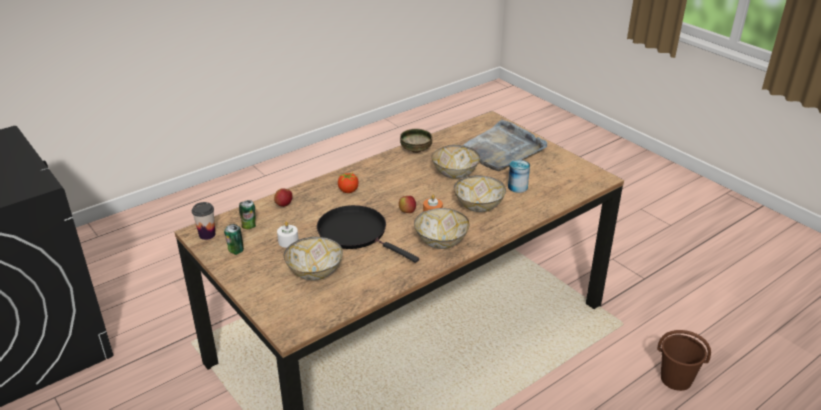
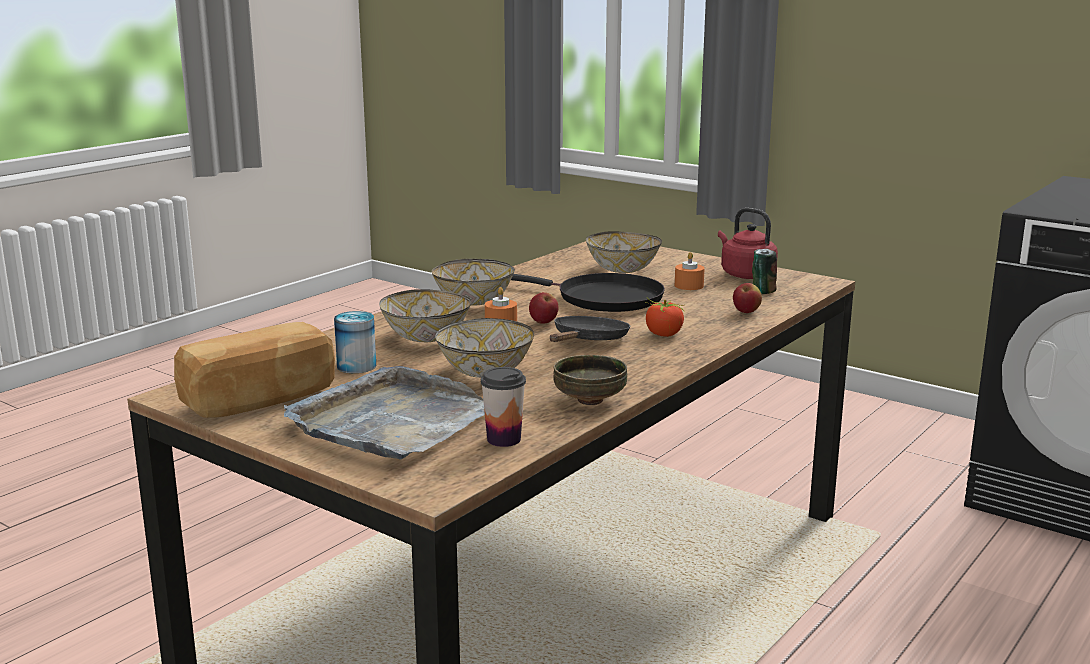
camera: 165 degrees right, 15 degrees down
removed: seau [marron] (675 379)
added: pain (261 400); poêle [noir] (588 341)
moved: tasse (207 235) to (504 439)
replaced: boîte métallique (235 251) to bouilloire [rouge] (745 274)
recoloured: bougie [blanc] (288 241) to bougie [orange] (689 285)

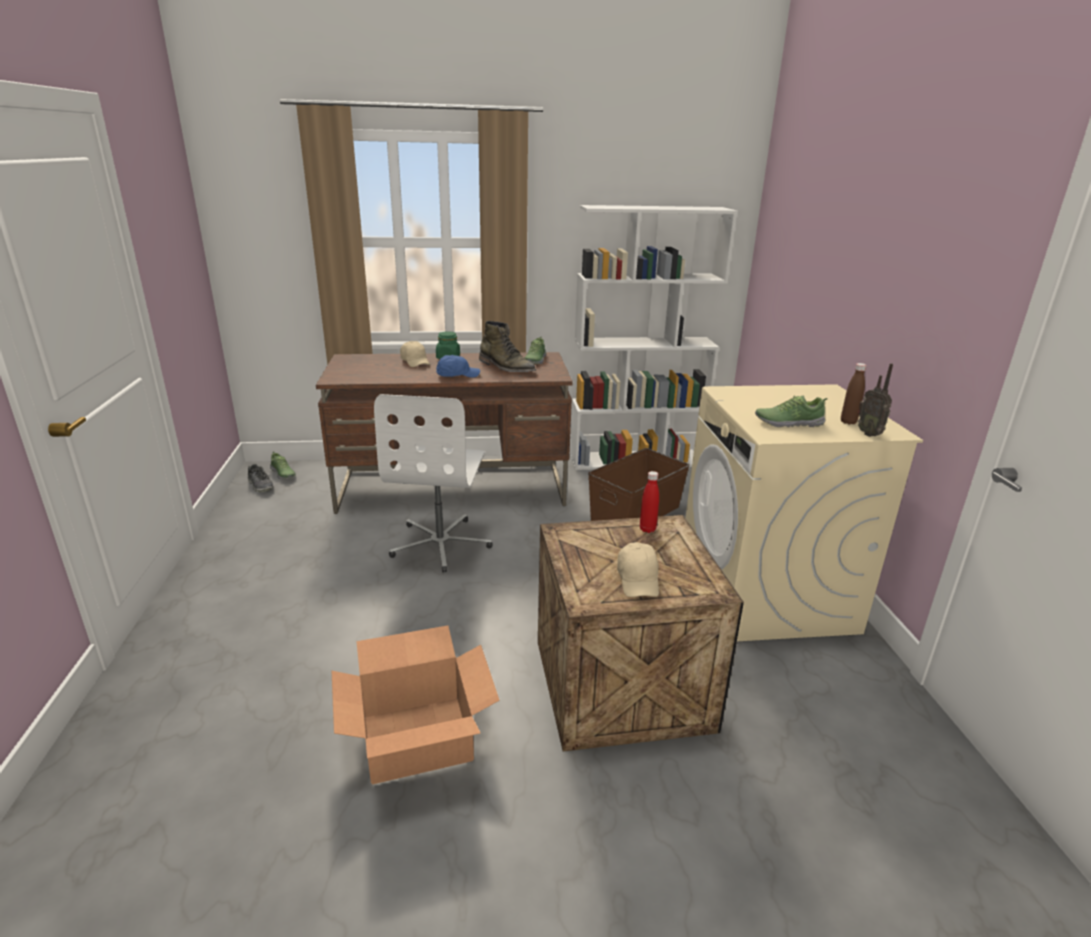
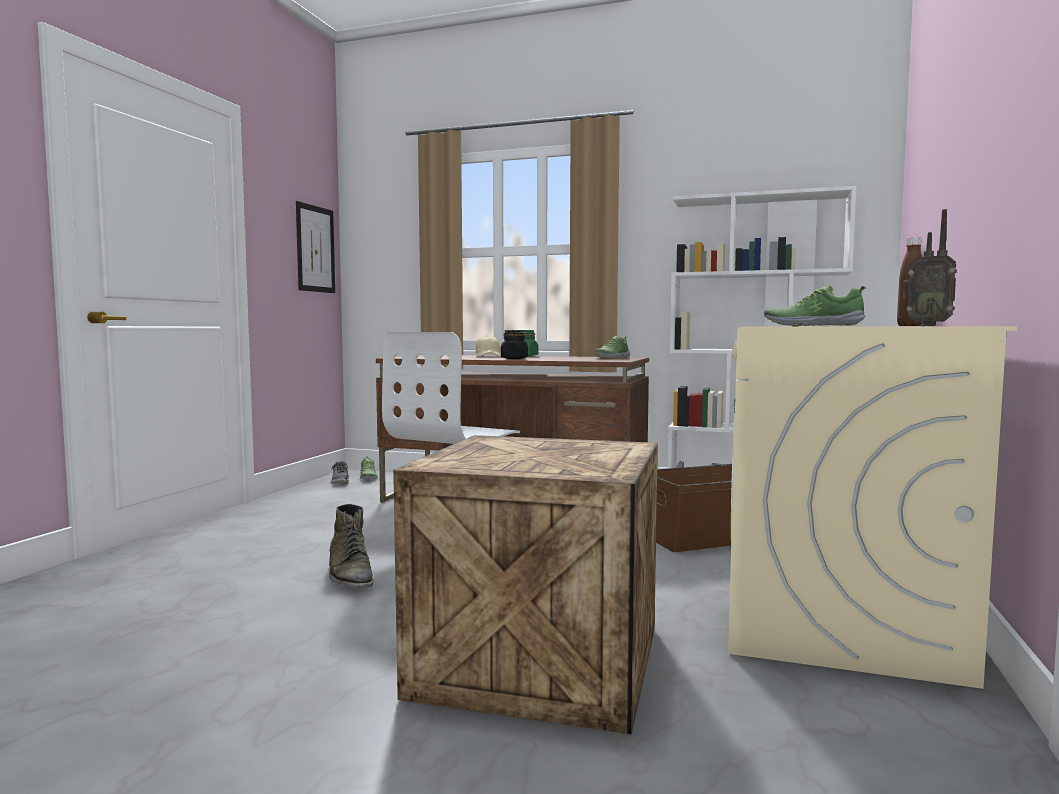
camera: 25 degrees right, 20 degrees down
removed: carton (416 737); casquette [beige] (638 580); bouteille [rouge] (647 529)
added: tableau (315 249)
moved: botte [vert] (506 368) to (350 575)
replaced: casquette [bleu] (457 375) to bocal [noir] (514 358)
turned: radio (869 434) = (927 325) 45 degrees counterclockwise

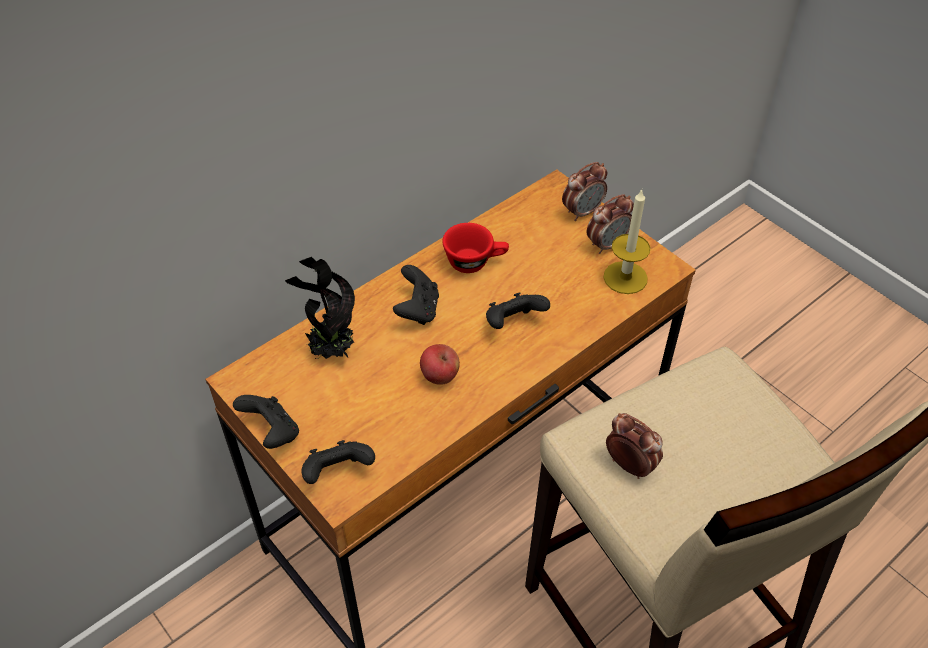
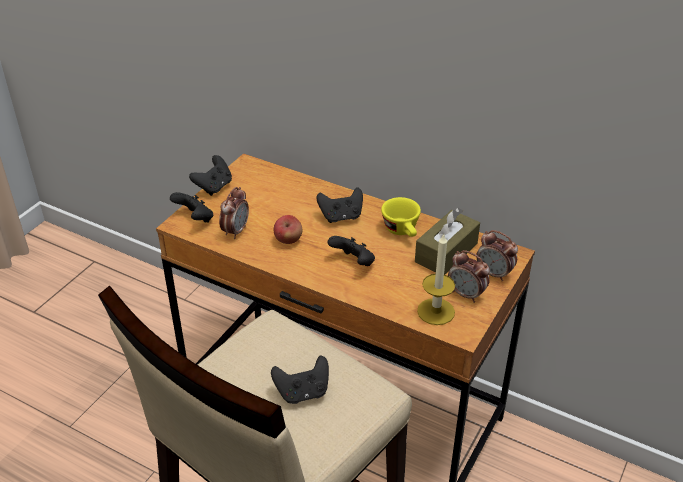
camera: 70 degrees right, 10 degrees down
removed: plante en pot (330 352)
added: manette [noir] (302 392); boîte à mouchoirs [marron] (446 253)
moved: réveil (629 465) to (235 231)
recoloured: tasse [rouge] (475 261) to tasse [jaune] (403 231)

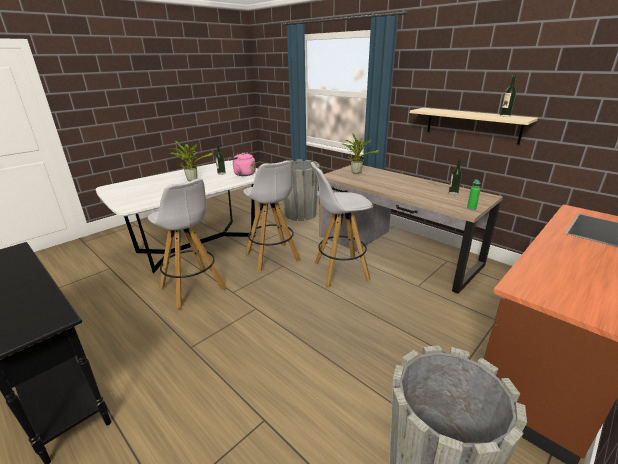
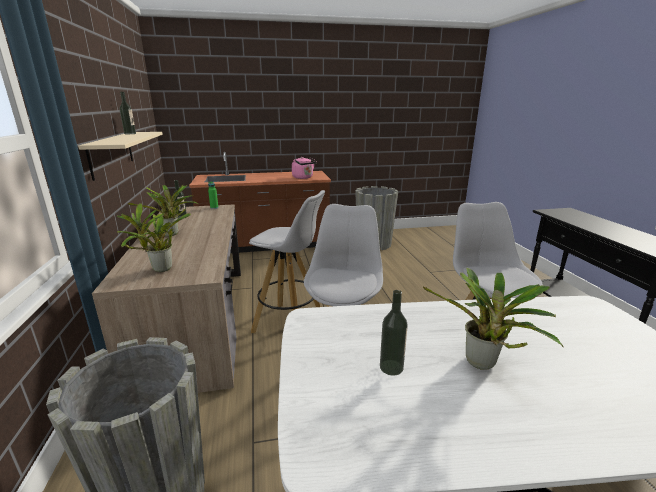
camera: 145 degrees left, 5 degrees down
added: plante en pot (172 234)
moved: bouilloire [rose] (243 174) to (303 178)

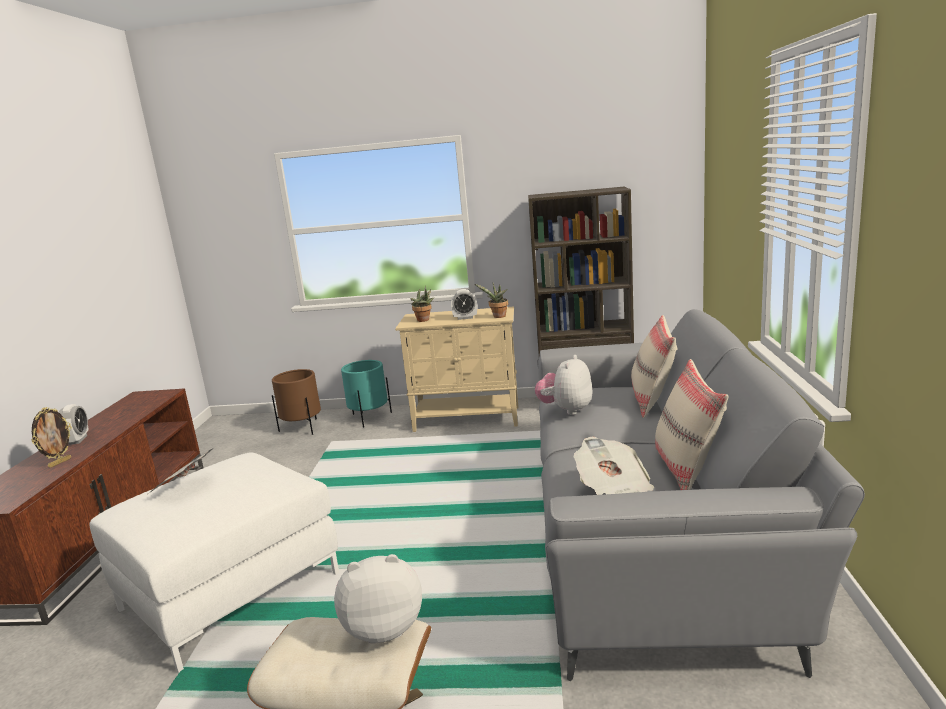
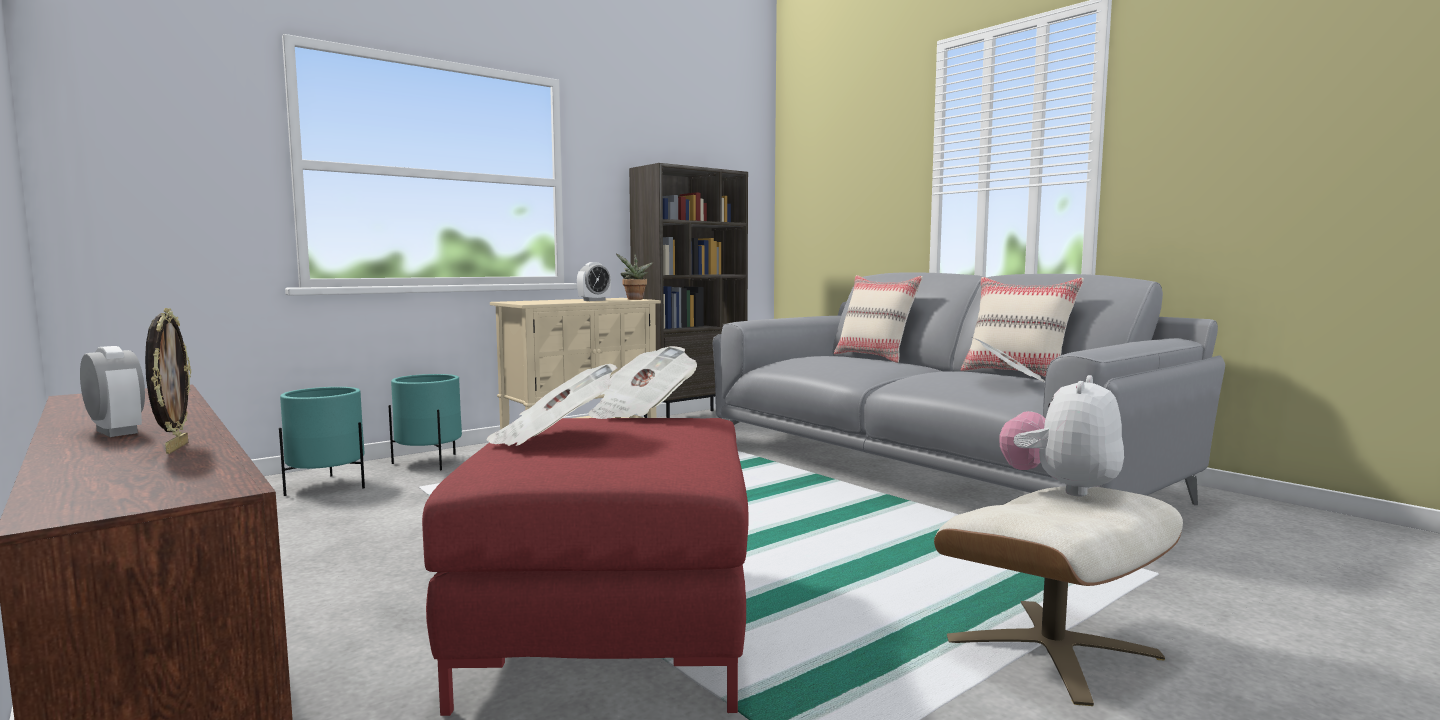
camera: 45 degrees left, 10 degrees down
removed: plante en pot (424 320); peluche (566 410)
added: journal (641 411)
recoloured: cache-pot [marron] (302 428) to cache-pot [turquoise] (327 486); pouf [blanc] (231 590) to pouf [rouge] (611 627)

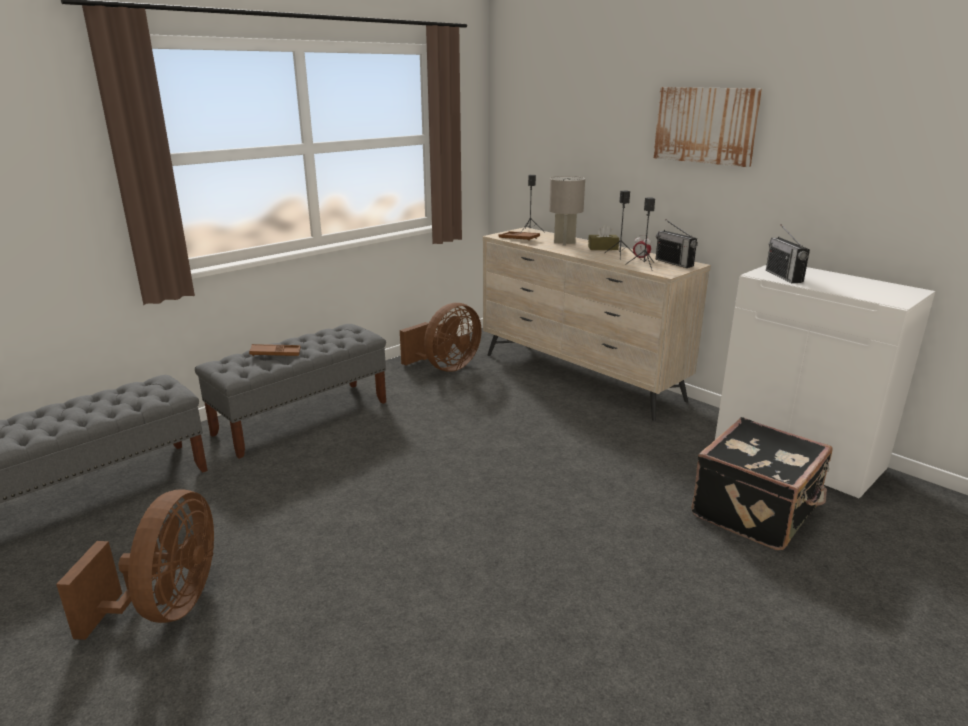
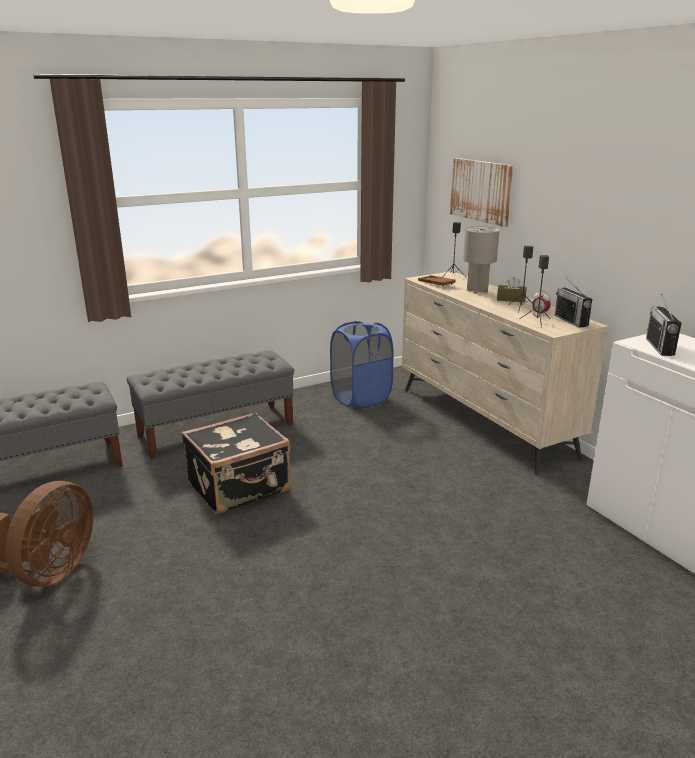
camera: 15 degrees right, 0 degrees up
removed: plateau [marron] (275 354)
moved: valise [noir] (757 512) to (240 487); tableau (705 125) to (481 191)
replaced: ventilateur [marron] (445 367) to panier à linge [bleu] (361 398)

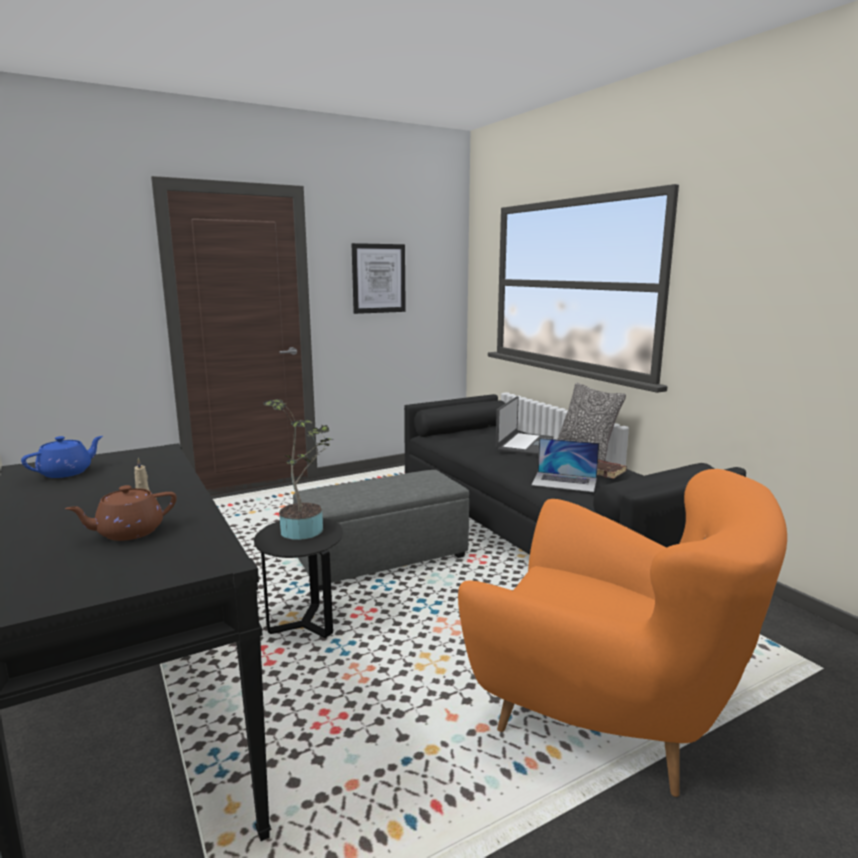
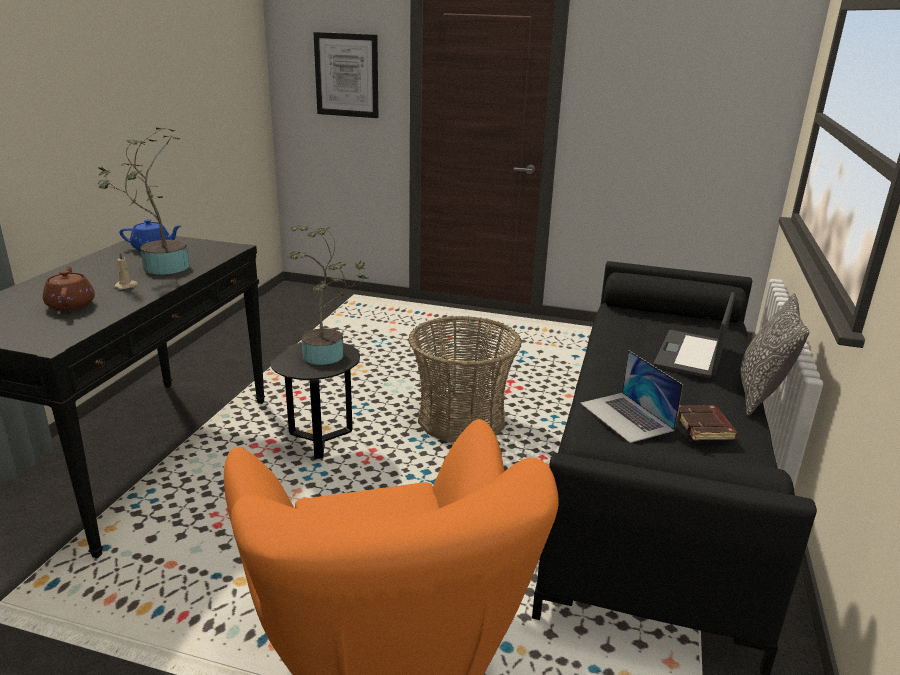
camera: 45 degrees right, 10 degrees up
added: plante en pot (160 267)
moved: tableau (378 278) to (347 75)
replaced: pouf [gris] (384 559) to panier (461 420)
turned: théière [marron] (128 532) = (71 304) 60 degrees clockwise; ordinateur portable (524 444) = (691 355) 135 degrees clockwise

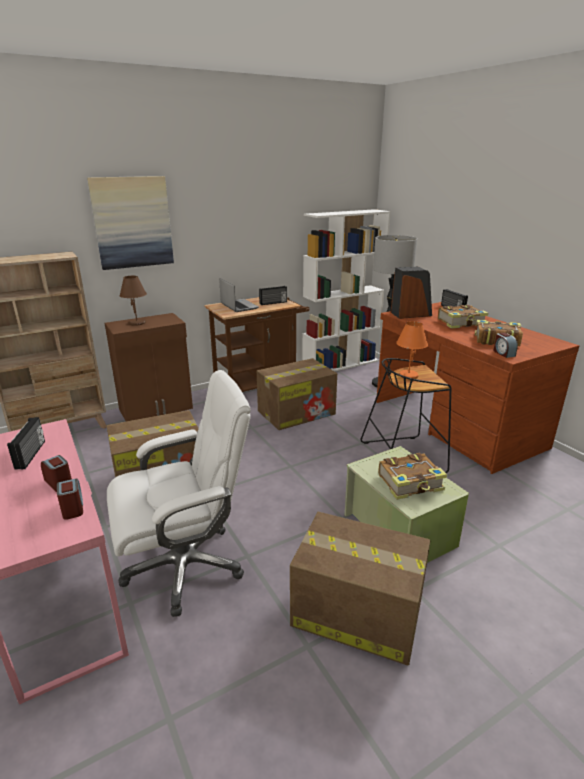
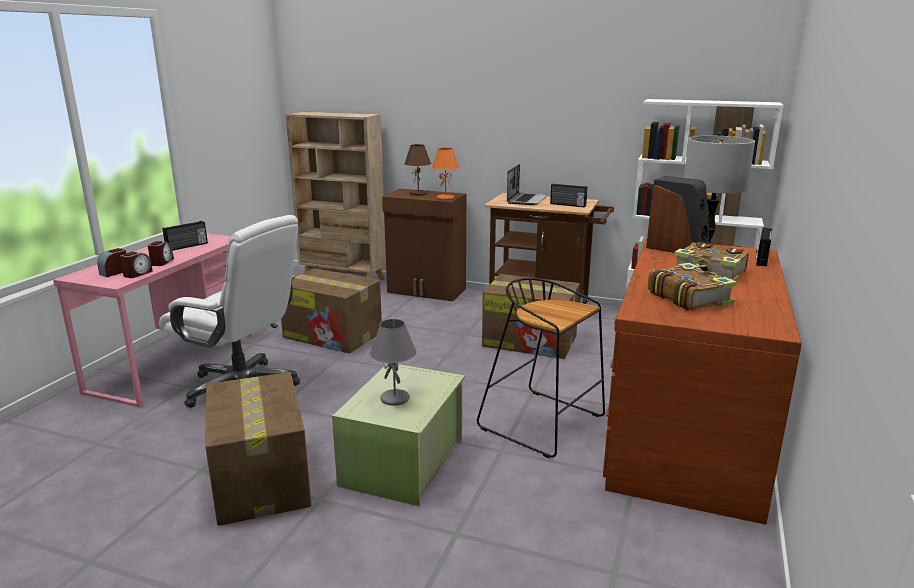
camera: 50 degrees right, 5 degrees down
removed: tableau (132 222)
moved: réveil (503 353) to (115 272); lampe de table [orange] (408 375) to (445 198)
replaced: livre (411 483) to lampe de table [gris] (395 399)

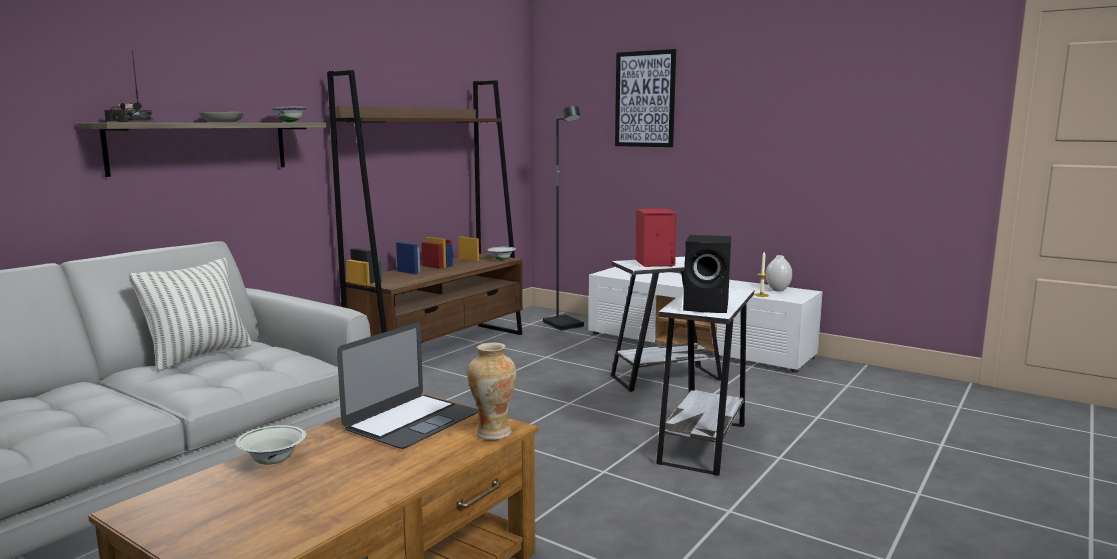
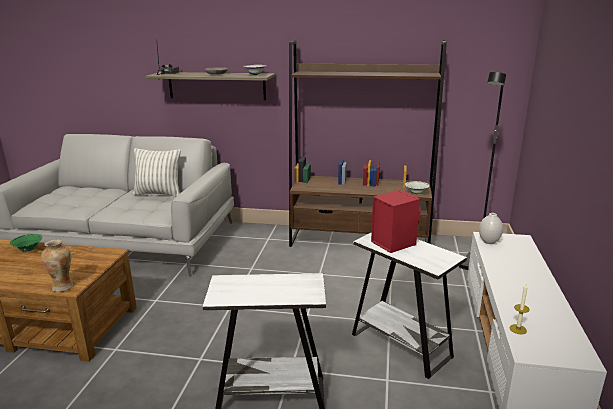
camera: 65 degrees right, 10 degrees up
removed: ordinateur portable (412 421); tableau (645 99); enceinte [noir] (708 307)
moved: vase [blanc] (778 290) to (489 242)
recoloured: bol [blanc] (273 461) to bol [vert] (28 250)

